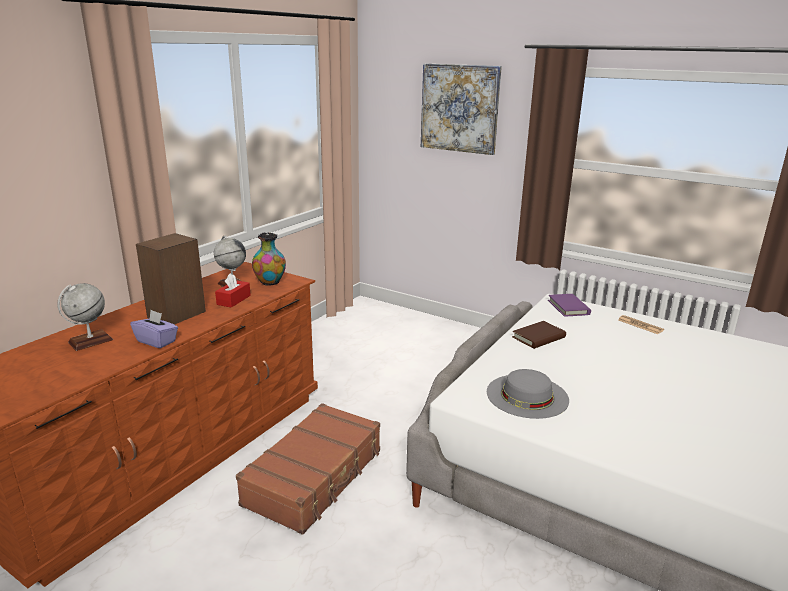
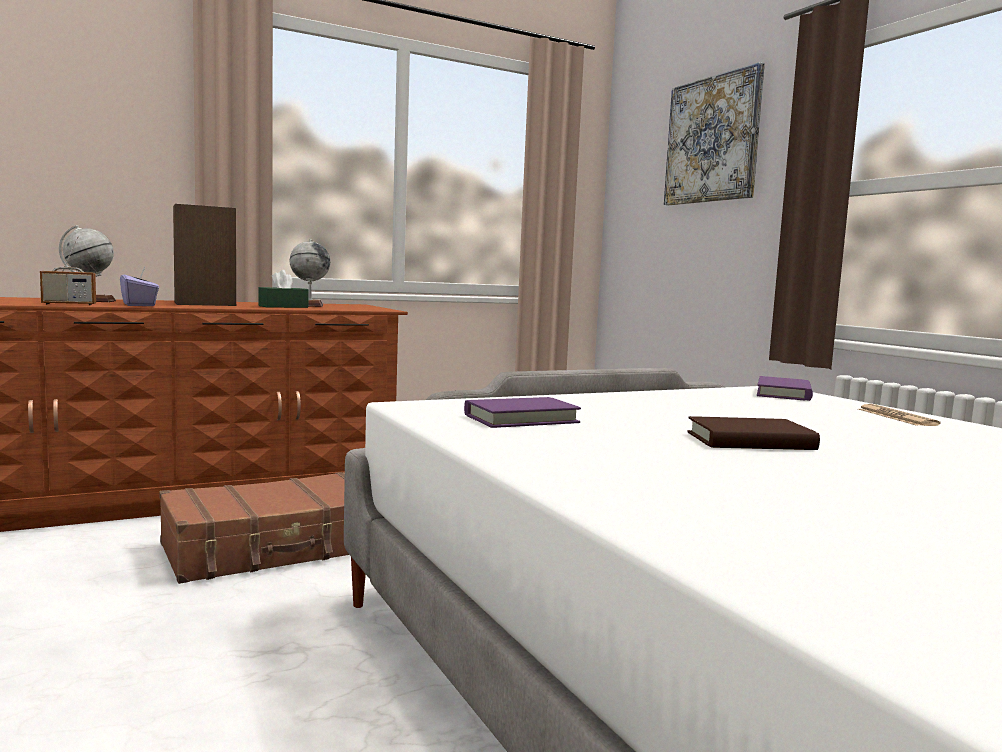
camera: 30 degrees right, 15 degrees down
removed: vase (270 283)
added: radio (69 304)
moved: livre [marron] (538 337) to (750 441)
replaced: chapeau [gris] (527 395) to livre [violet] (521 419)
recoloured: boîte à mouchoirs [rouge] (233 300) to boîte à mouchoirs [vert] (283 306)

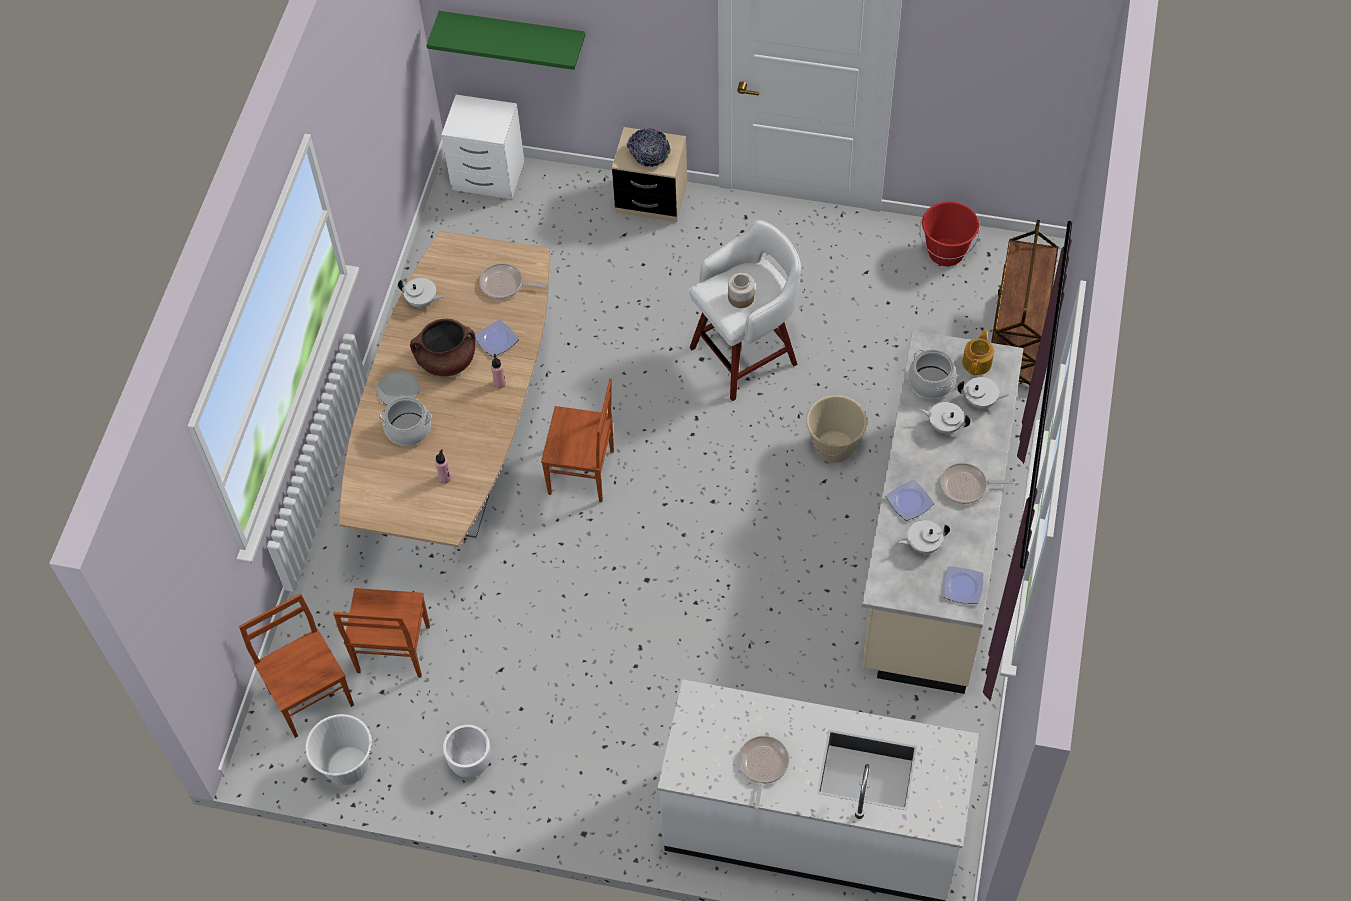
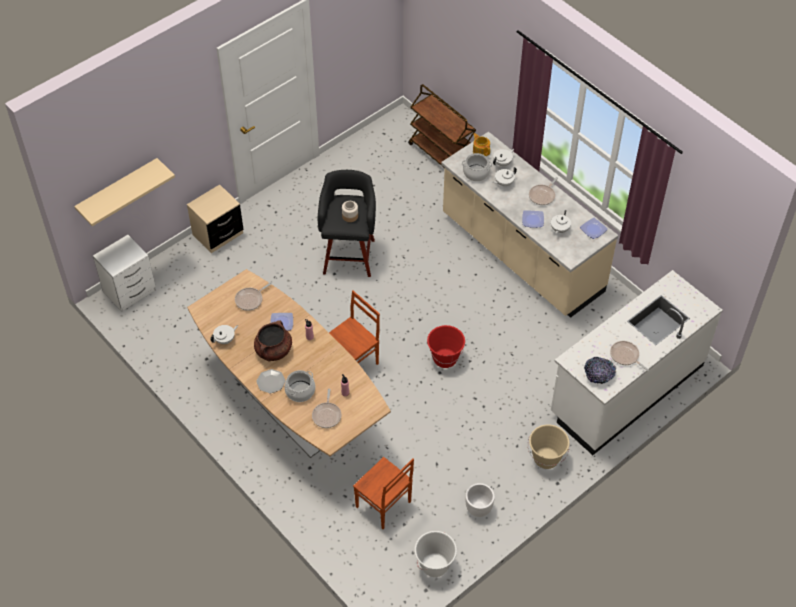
camera: 55 degrees left, 5 degrees down
removed: chaise [marron] (312 697)
added: poêle (327 415)
moved: seau [rouge] (946 252) to (445 358); seau [beige] (834 447) to (546 458); bol (649 155) to (598 375)
recoloured: étagère [vert] (513 34) to étagère [beige] (118 190); tabouret [blanc] (746 354) to tabouret [noir] (349 255)

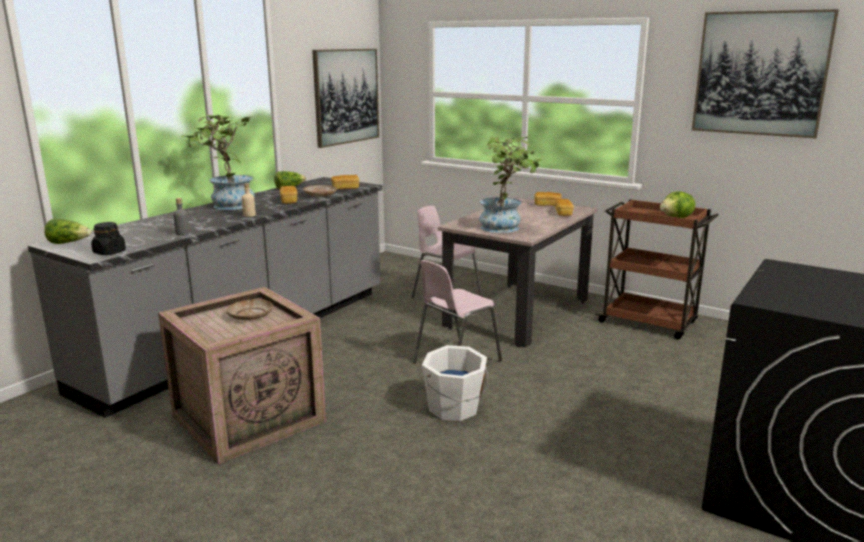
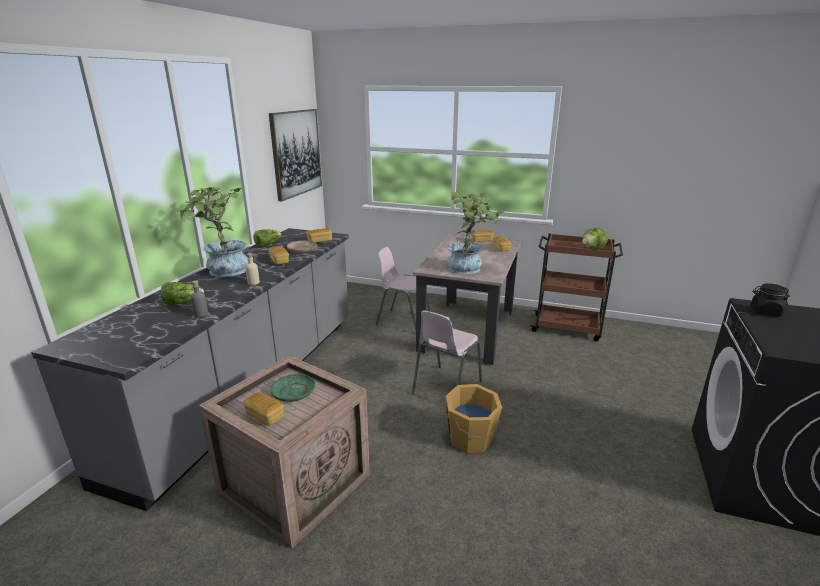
camera: 15 degrees left, 5 degrees up
removed: tableau (760 74)
added: pain (265 416)
moved: laitue (69 243) to (182 302); bocal [noir] (109 252) to (765 312)
recoloured: assiette [beige] (250 315) to assiette [vert] (293 393); seau [blanc] (454 408) to seau [orange] (471 438)

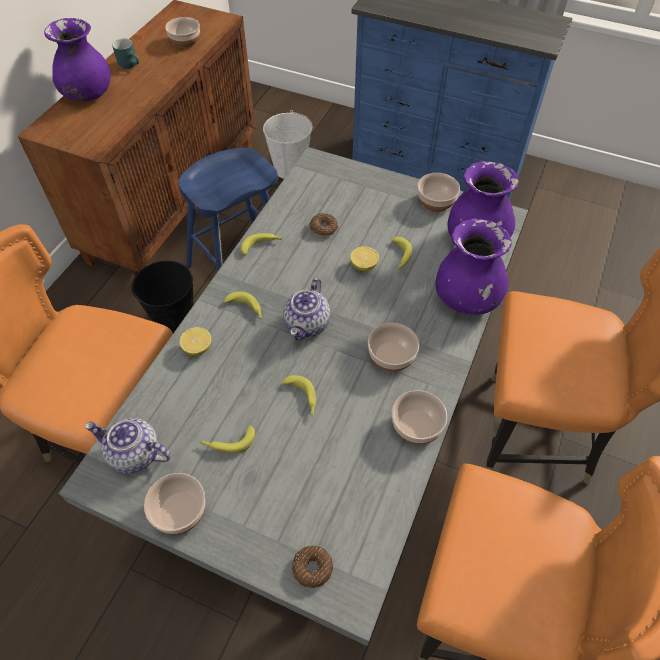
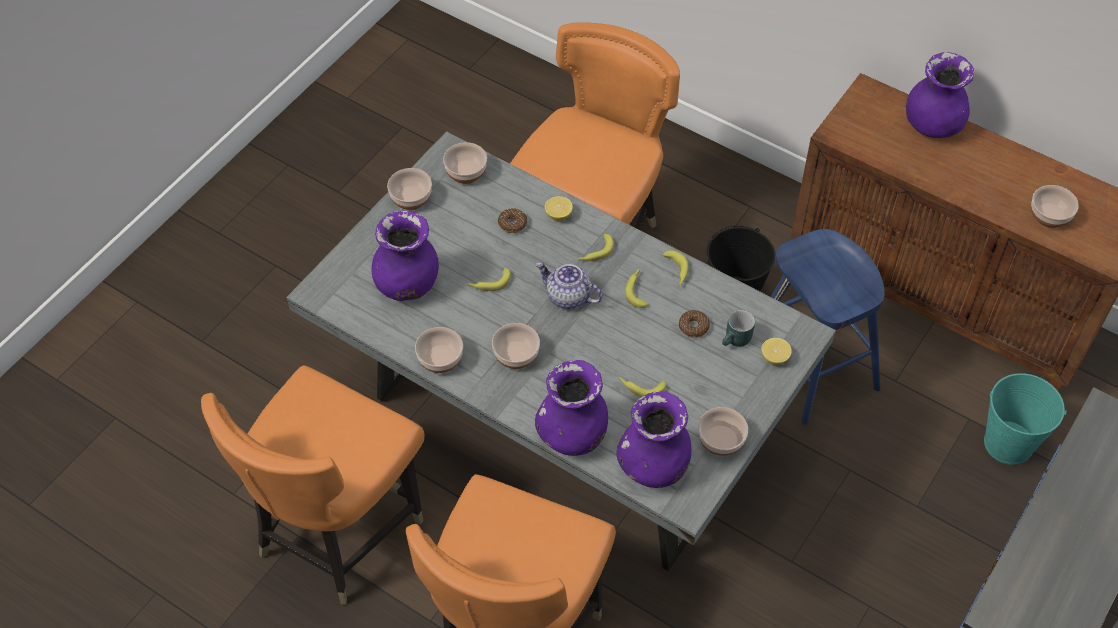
camera: 100 degrees right, 0 degrees up
added: vase [violet] (407 284)
moved: beignet (312 568) to (512 224); banane (228 442) to (637 290); mug [turquoise] (131 65) to (737 341); citron (364 266) to (774 358)
replaced: théière (134 454) to bol (465 172)
recoloured: seau [blanc] (289 168) to seau [turquoise] (1008 443)

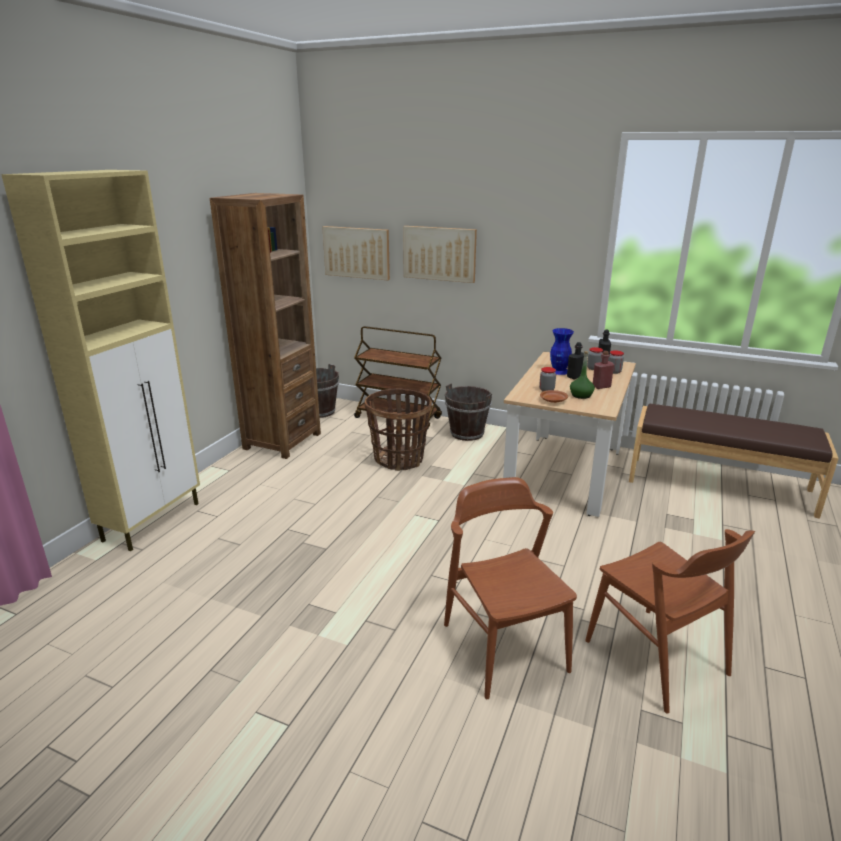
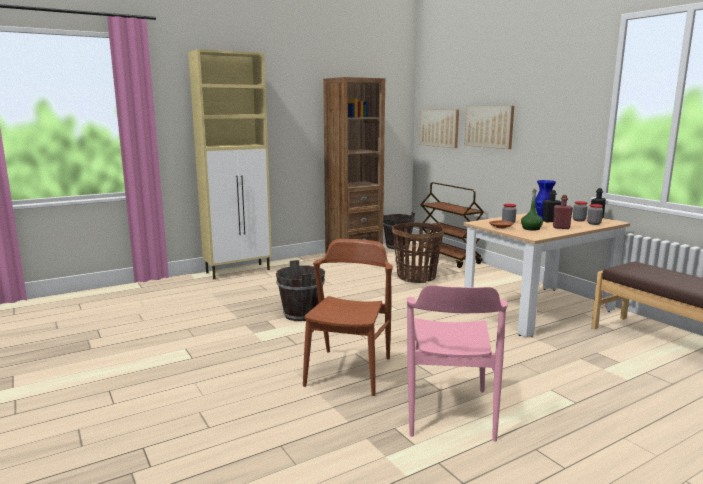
camera: 35 degrees right, 10 degrees down
moved: seau [marron] (467 433) to (301 314)
recoloured: chaise [marron] (656 657) to chaise [rose] (449 412)

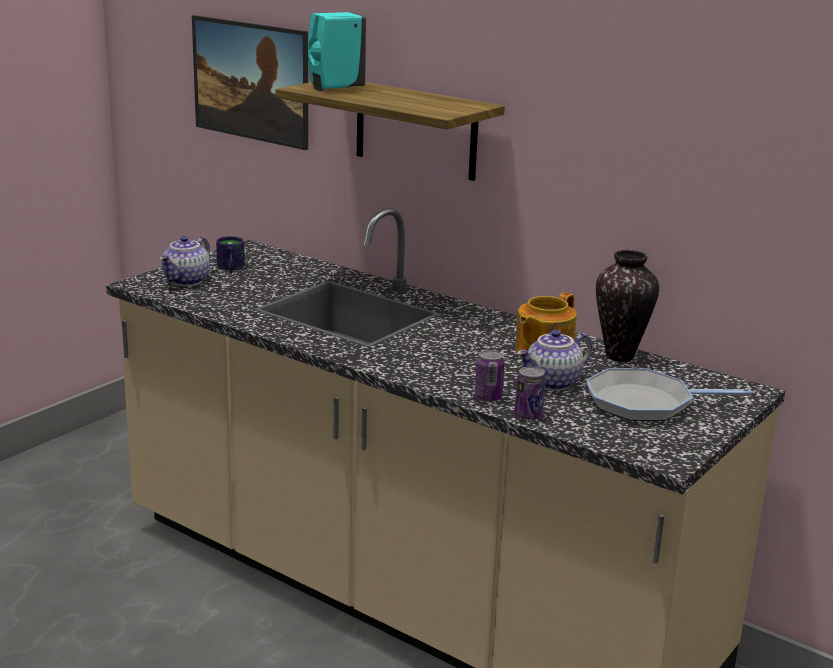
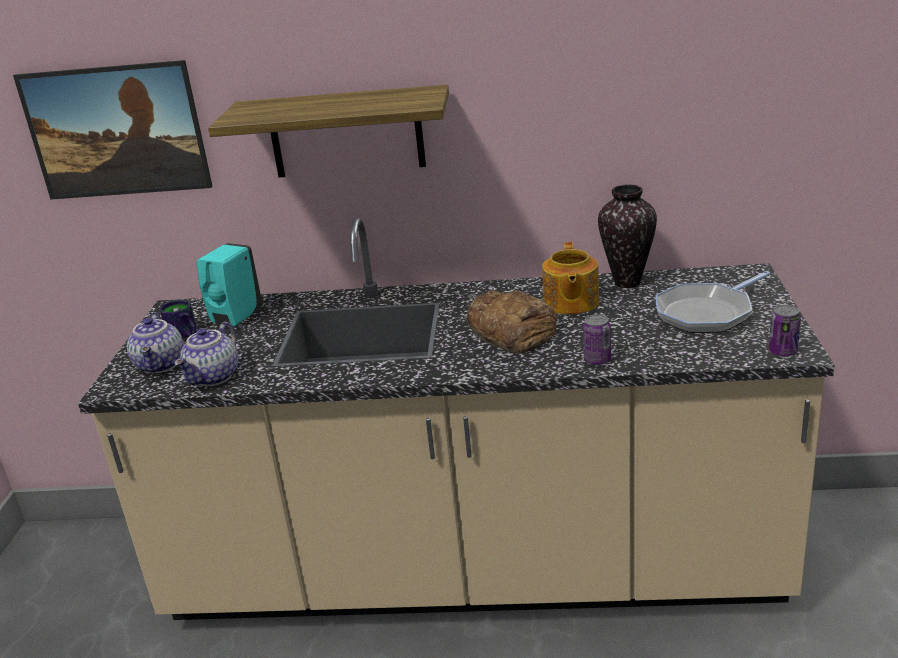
camera: 30 degrees left, 5 degrees up
added: pain (512 331)
moved: théière (553 383) to (214 377); distributeur de savon [turquoise] (334 89) to (235 319); boîte métallique (528 415) to (782 351)

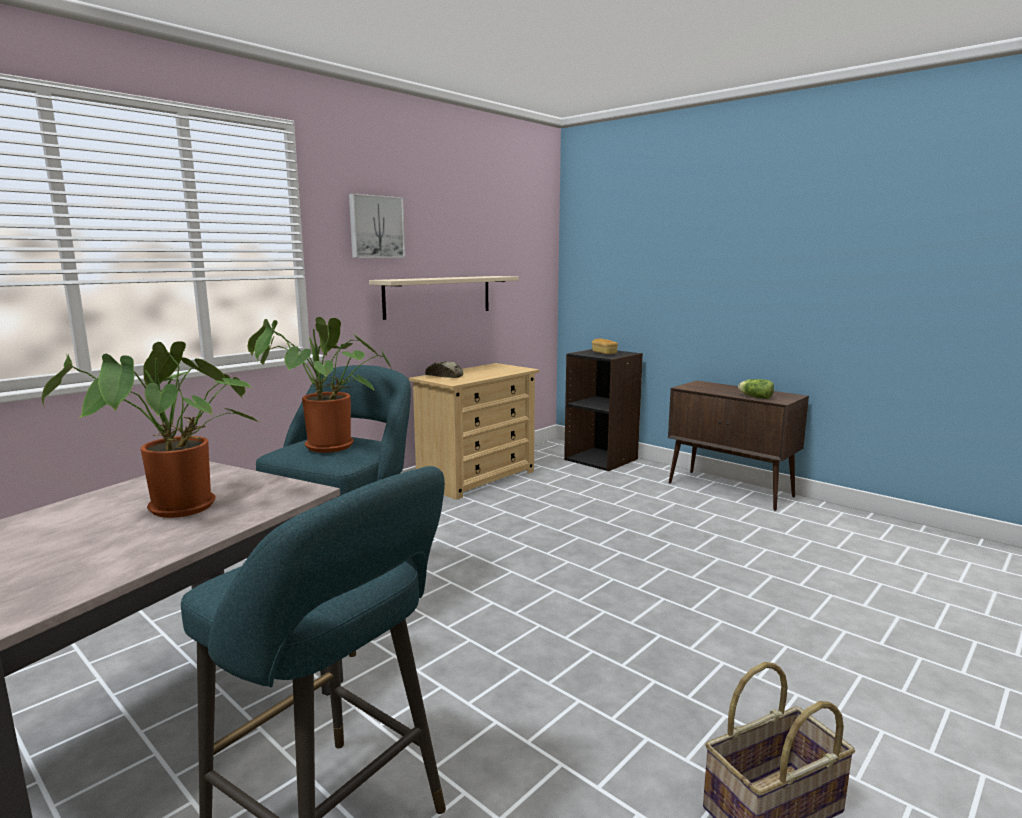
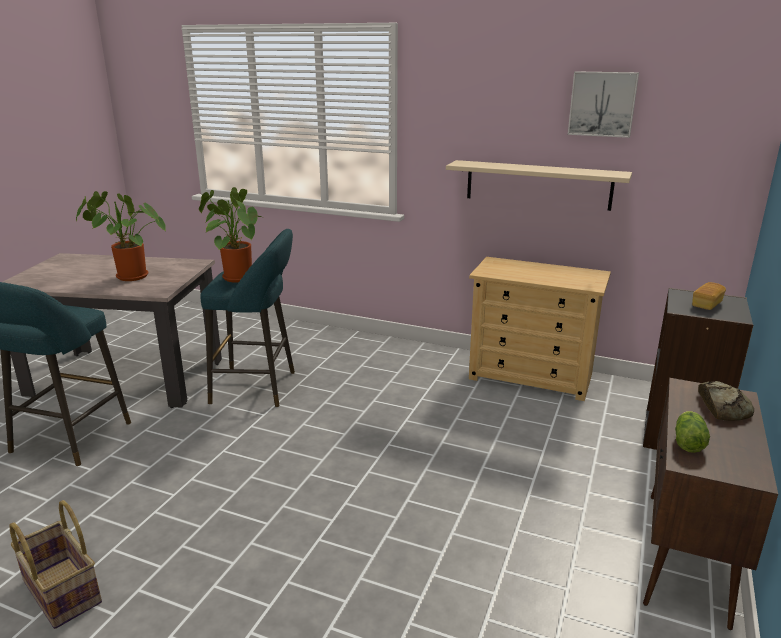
camera: 70 degrees right, 10 degrees up
moved: tableau (375 227) to (602 104); pain (445 376) to (723 407)

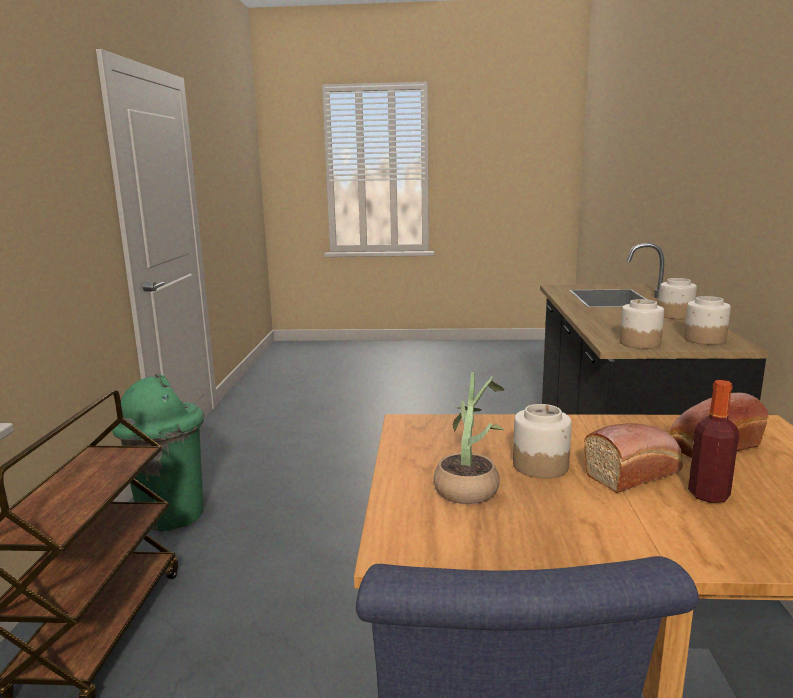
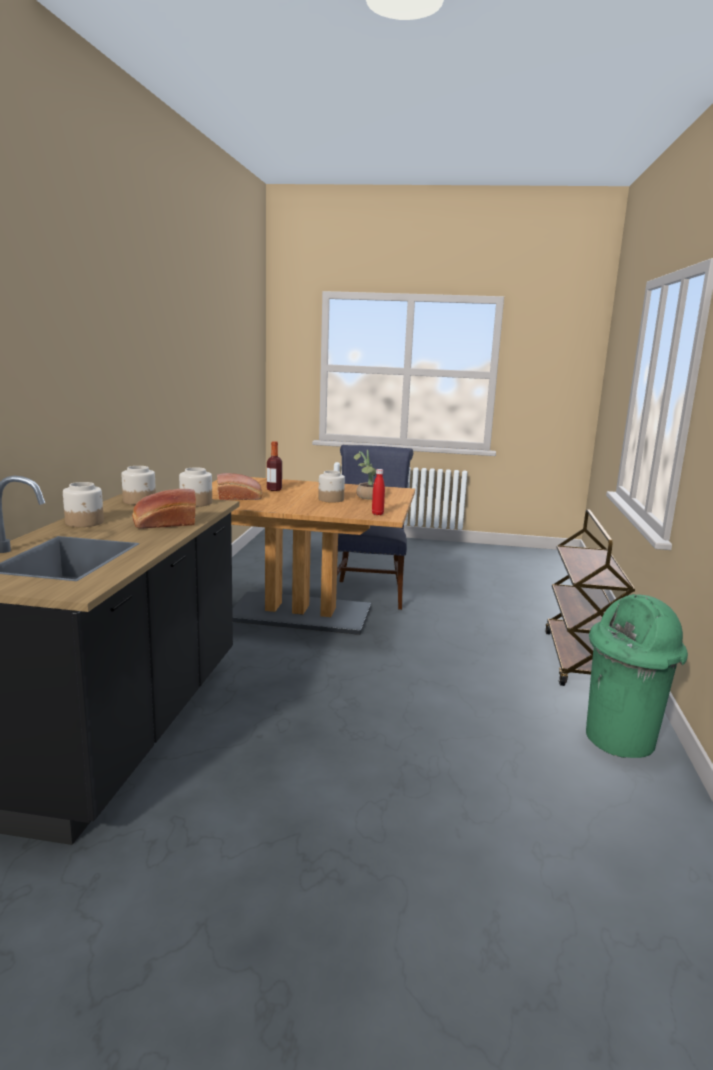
camera: 175 degrees left, 0 degrees up
added: bouteille [rouge] (377 514)
moved: pain (635 473) to (163 524)

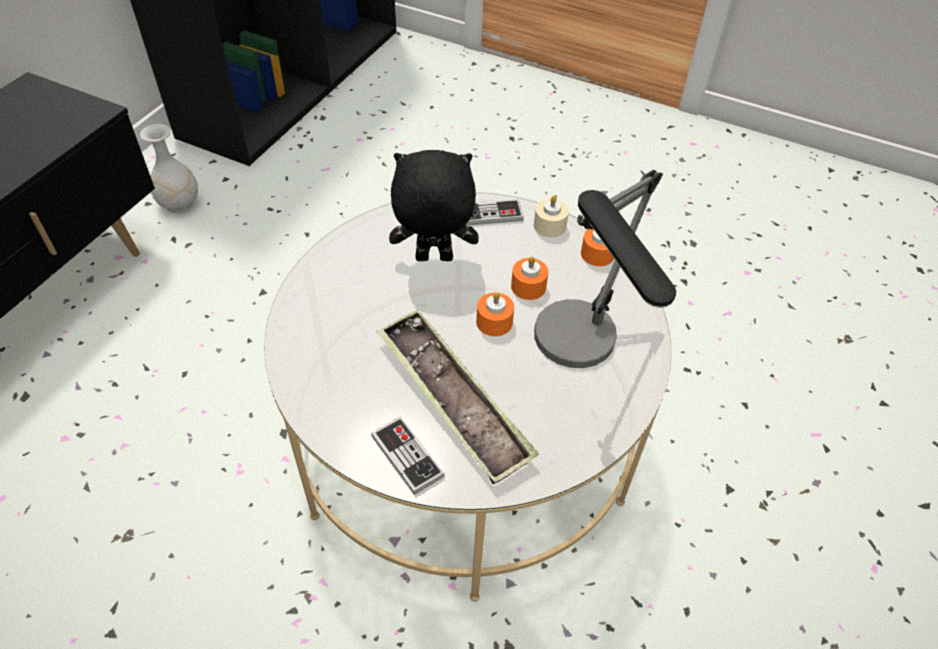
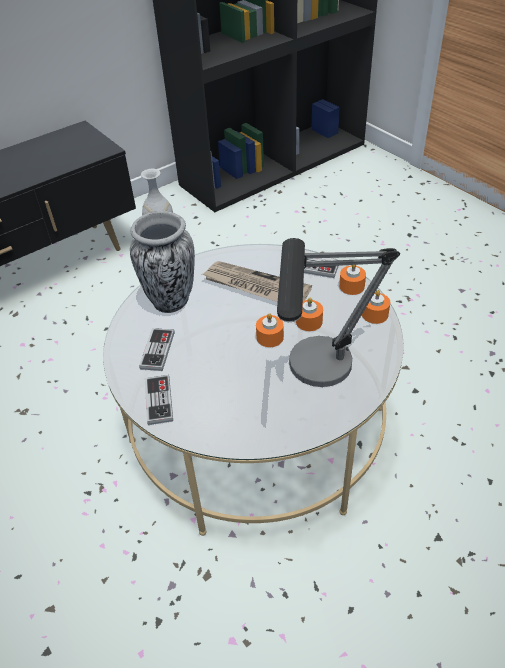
camera: 30 degrees right, 5 degrees down
removed: plateau (452 400)
added: vase (170 301); manette (157 350)
replaced: peluche [noir] (433 259) to journal (255 286)
recoloured: bougie [beige] (549 226) to bougie [orange] (351 286)

